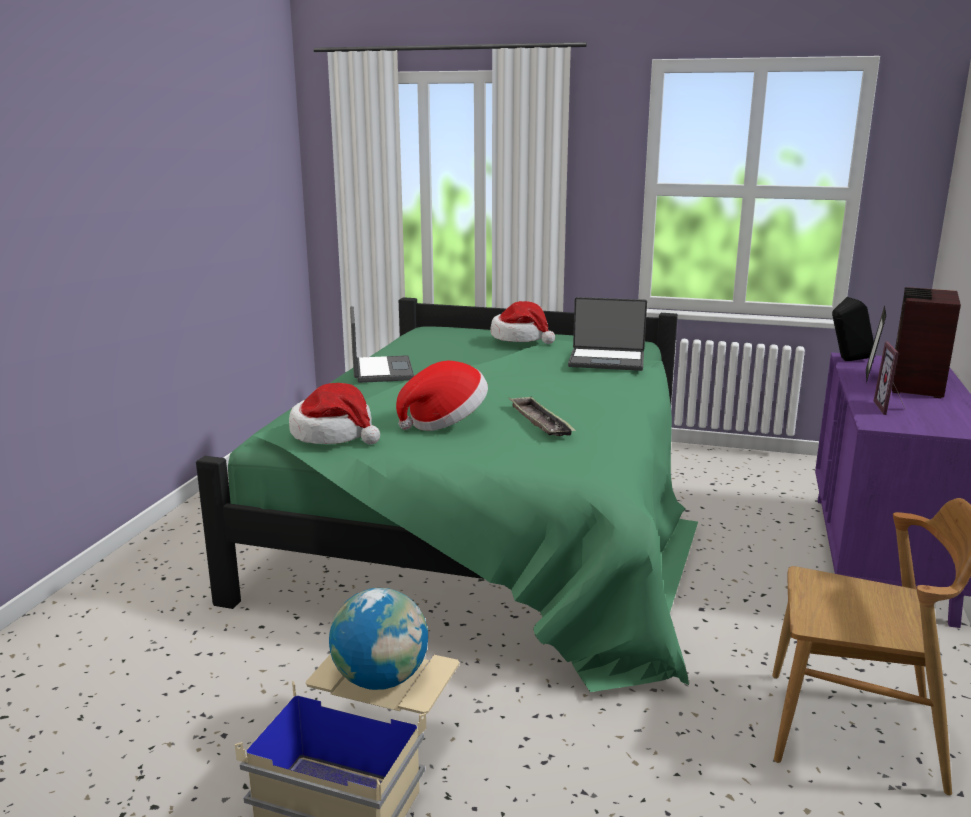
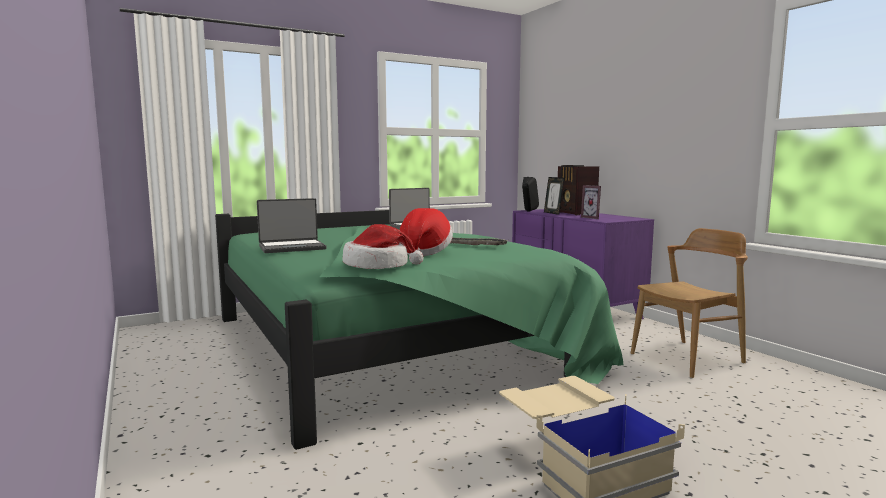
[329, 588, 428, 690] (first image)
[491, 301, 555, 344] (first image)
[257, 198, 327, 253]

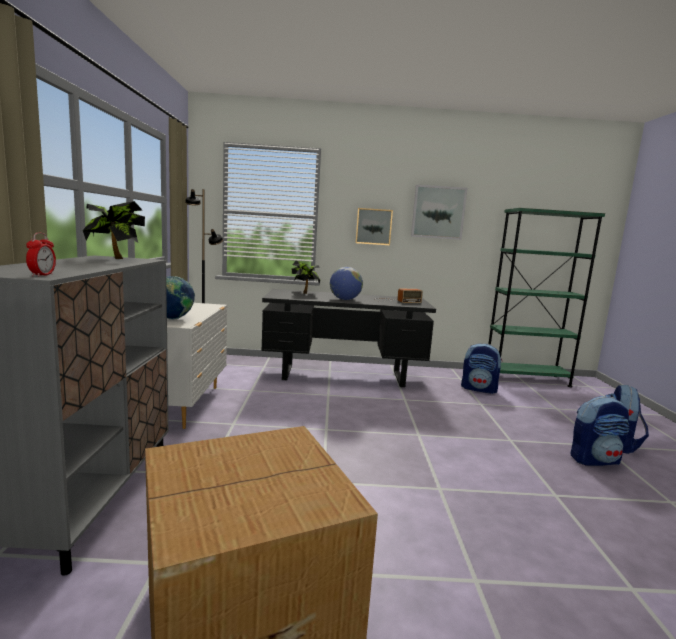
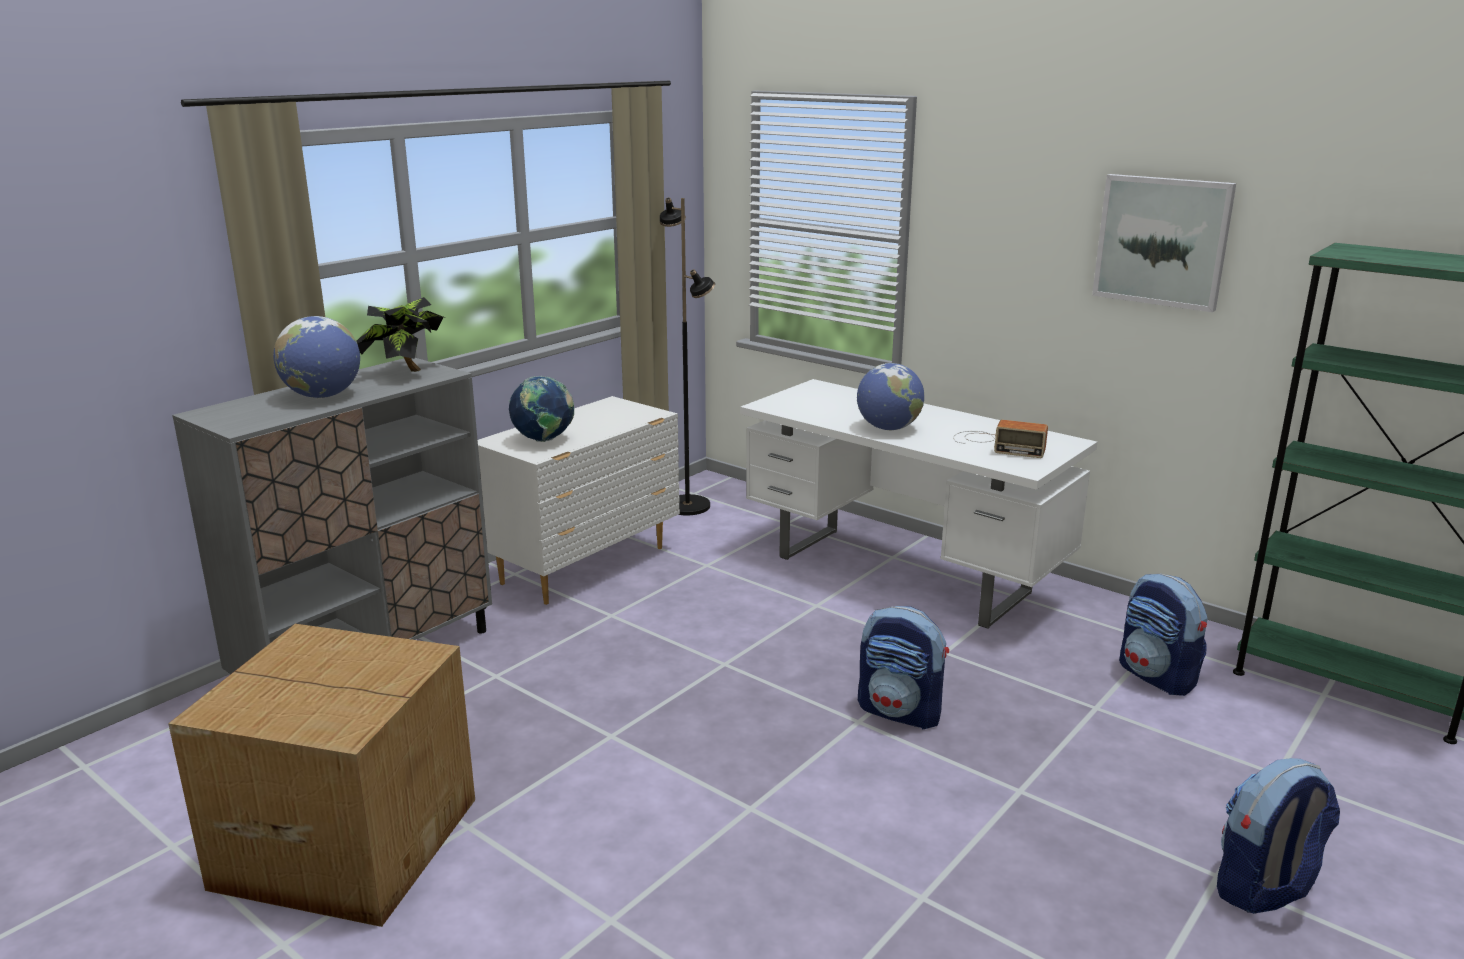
[26, 233, 56, 277] (first image)
[292, 261, 320, 294] (first image)
[355, 208, 393, 245] (first image)
[273, 316, 360, 398]
[858, 606, 949, 729]
[740, 379, 1097, 629]

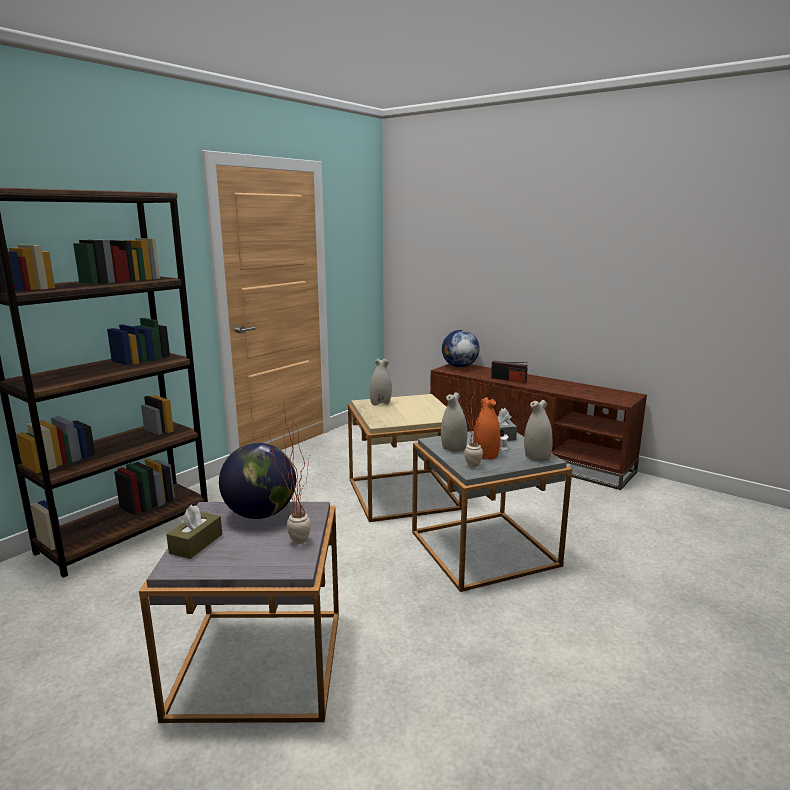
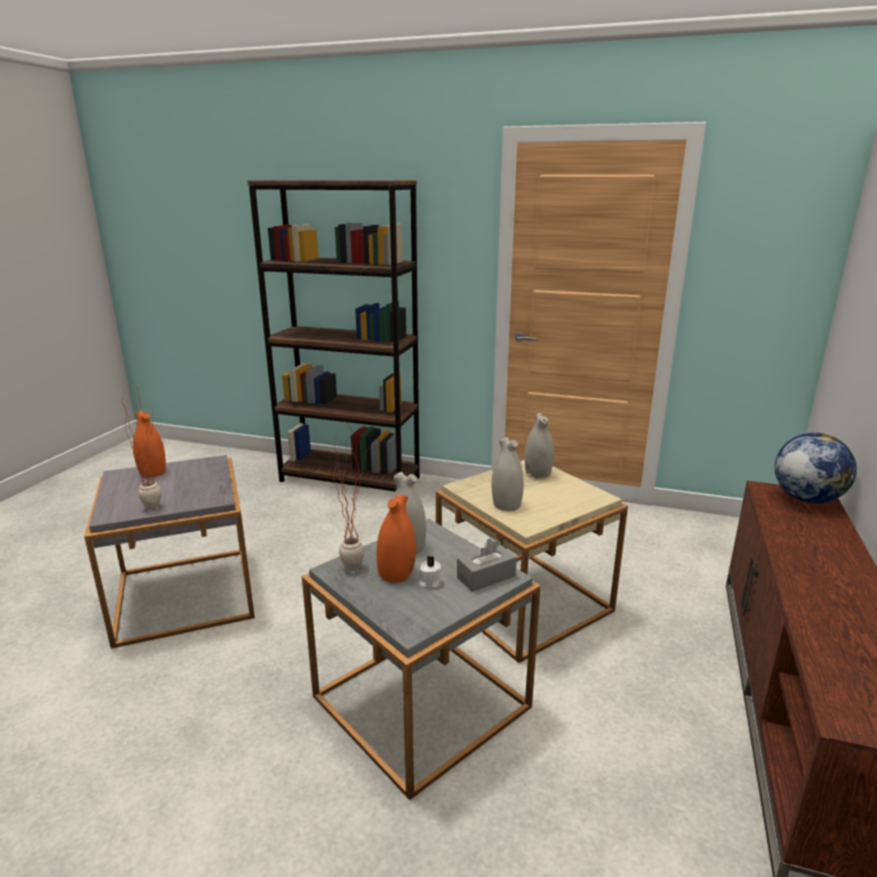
[219, 443, 296, 519] (first image)
[491, 360, 528, 383] (first image)
[491, 437, 524, 511]
[133, 410, 166, 477]

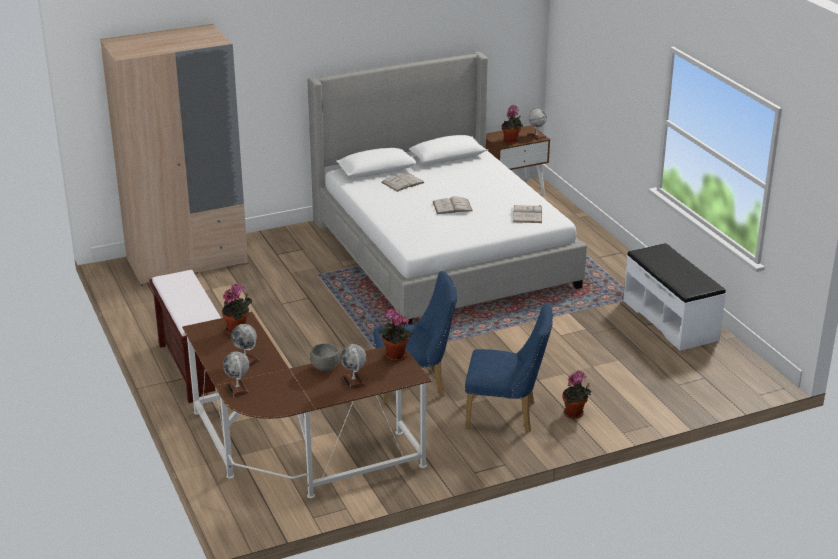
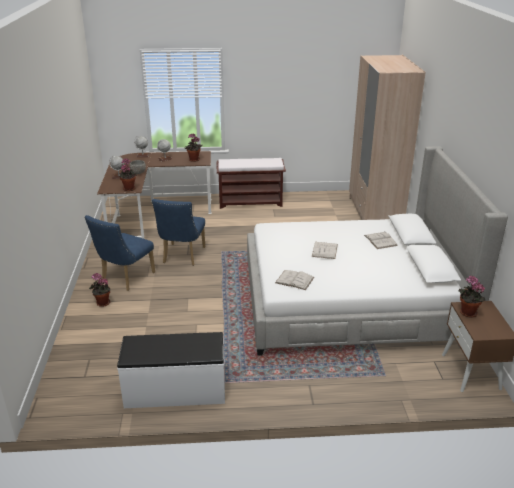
[527, 107, 547, 141] (first image)

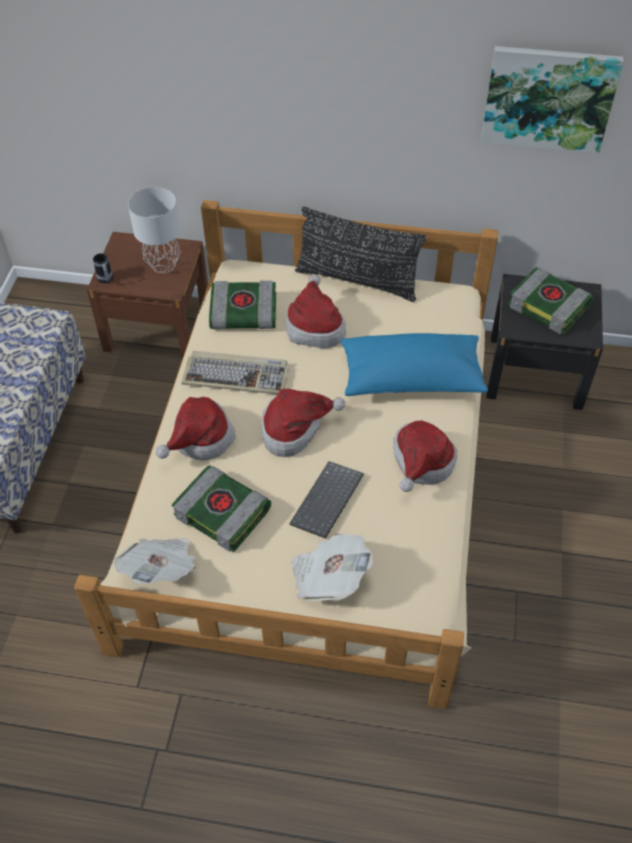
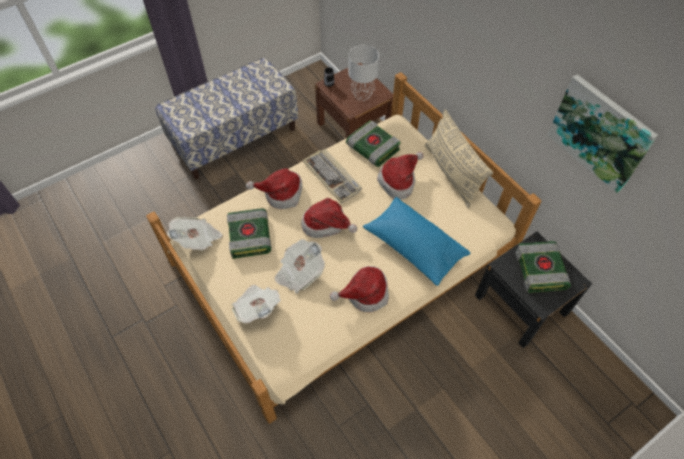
[274, 239, 325, 294]
[425, 110, 493, 208]

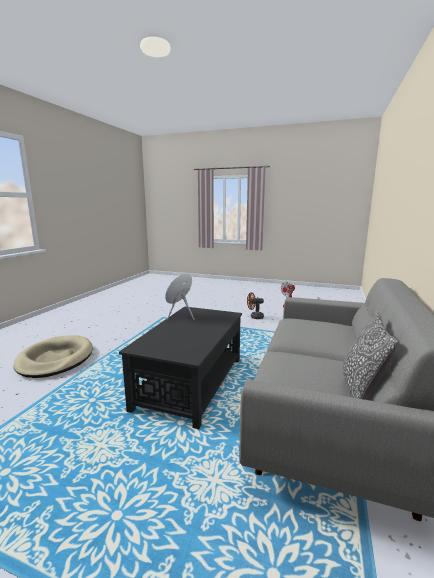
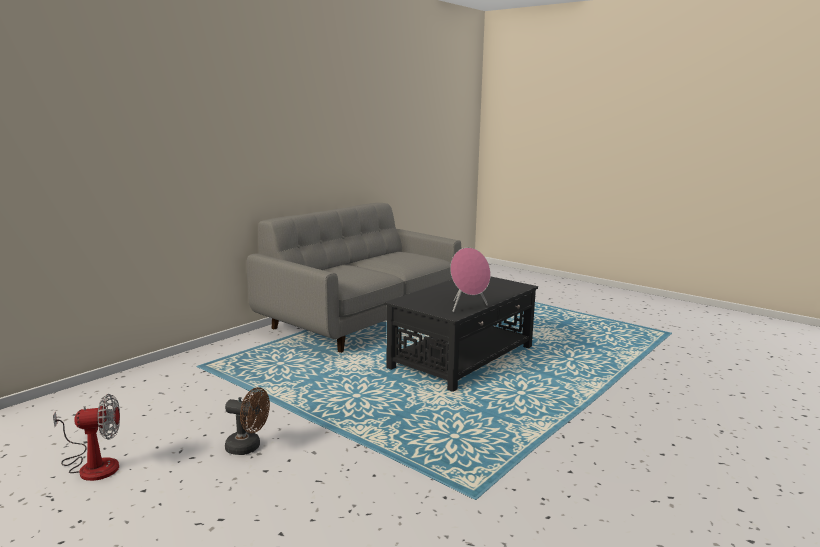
[14, 335, 93, 378] (first image)
[343, 311, 398, 400] (first image)

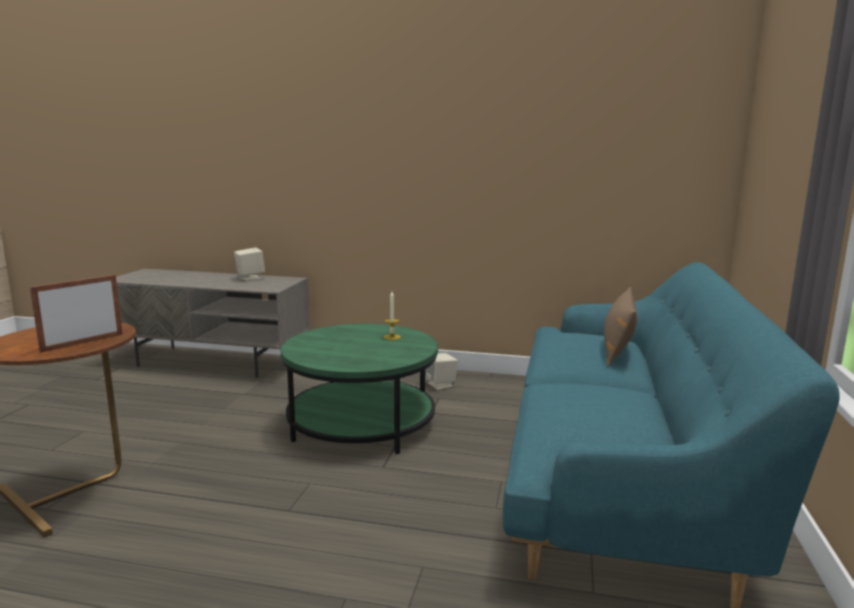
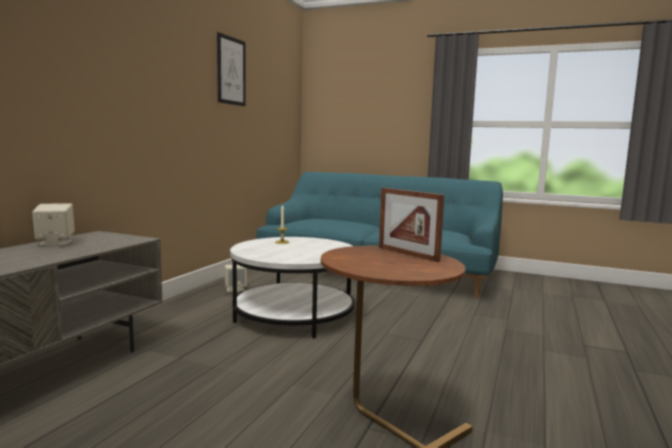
[604, 287, 638, 367] (first image)
[217, 32, 246, 106]
[230, 237, 355, 338]

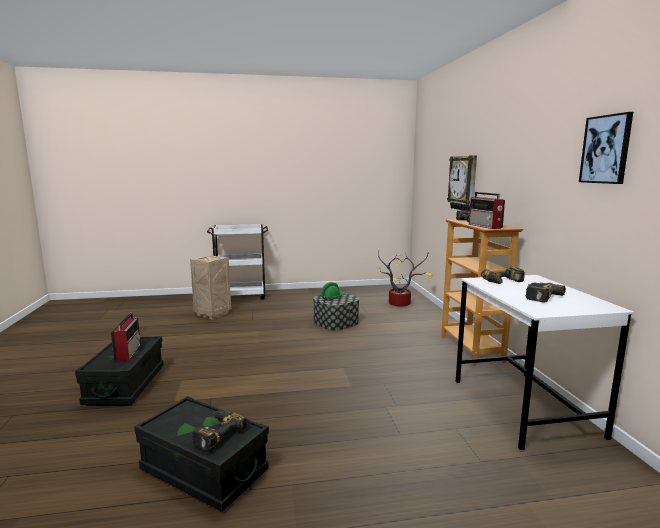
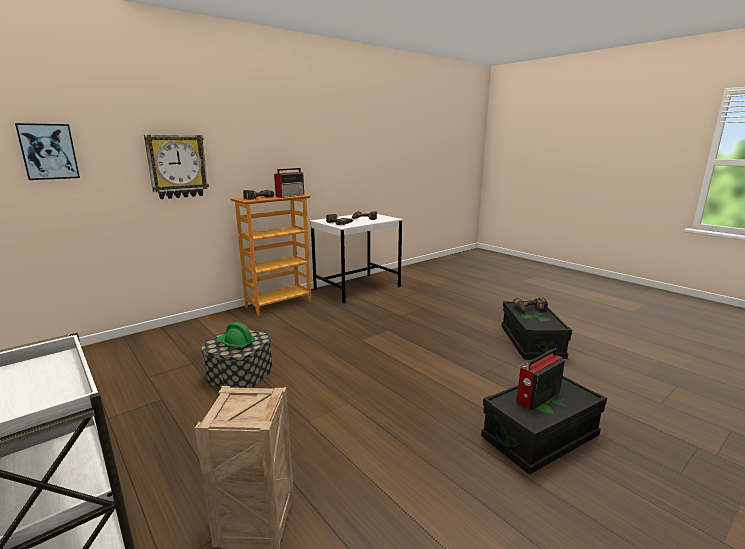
[376, 252, 433, 306] (first image)
[15, 123, 80, 180]

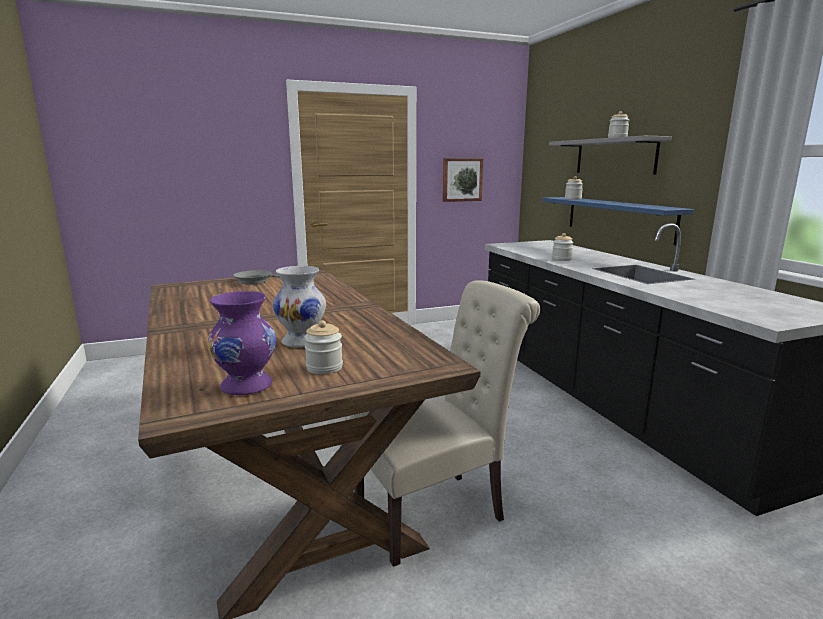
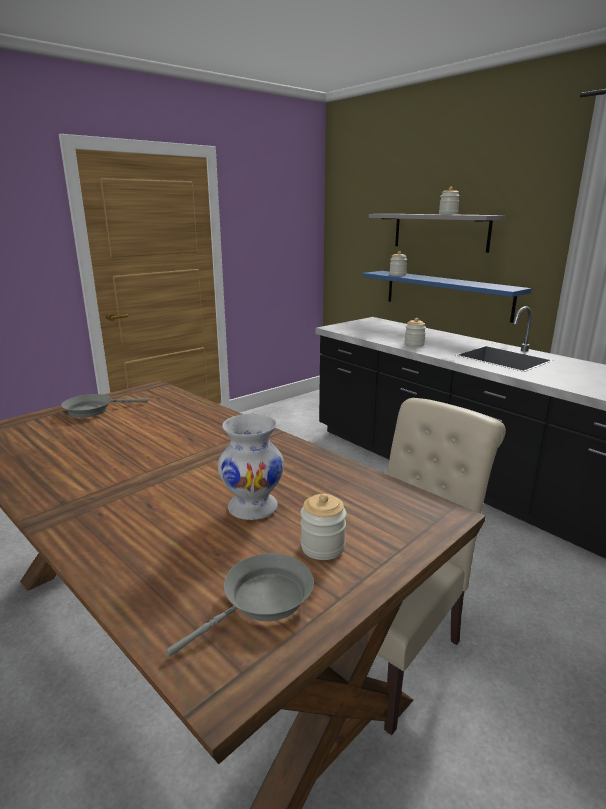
[443, 158, 483, 202] (first image)
[166, 553, 314, 657]

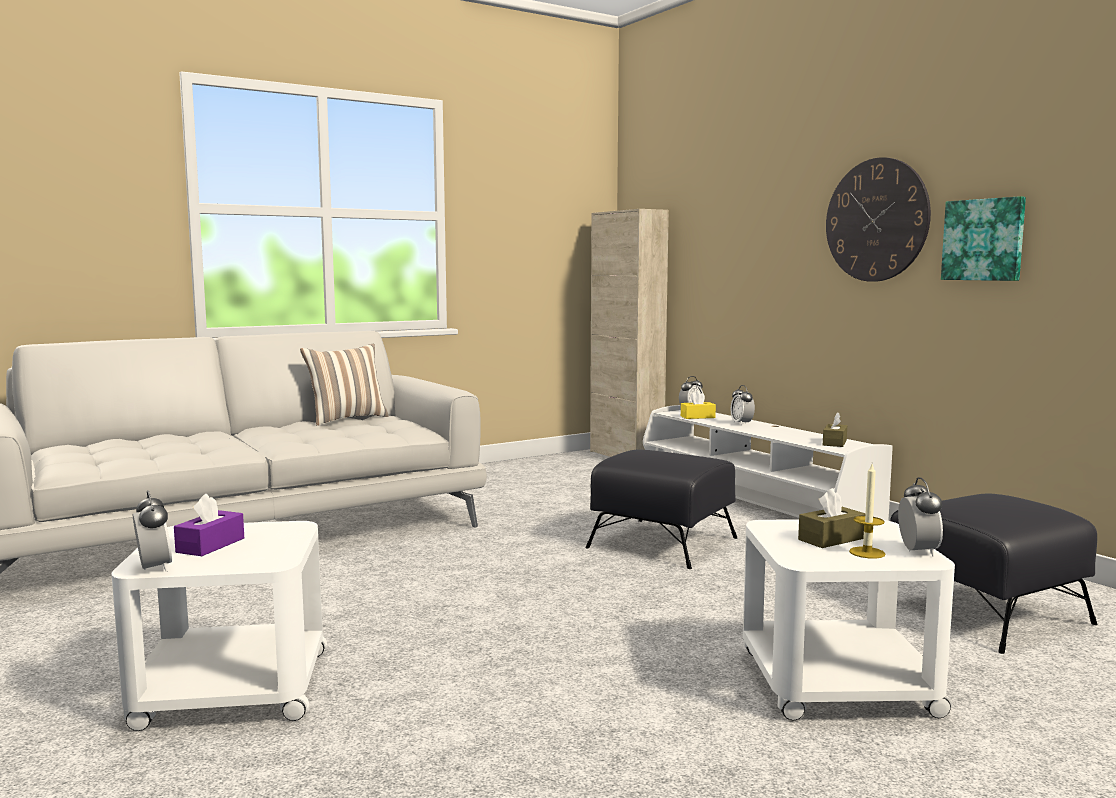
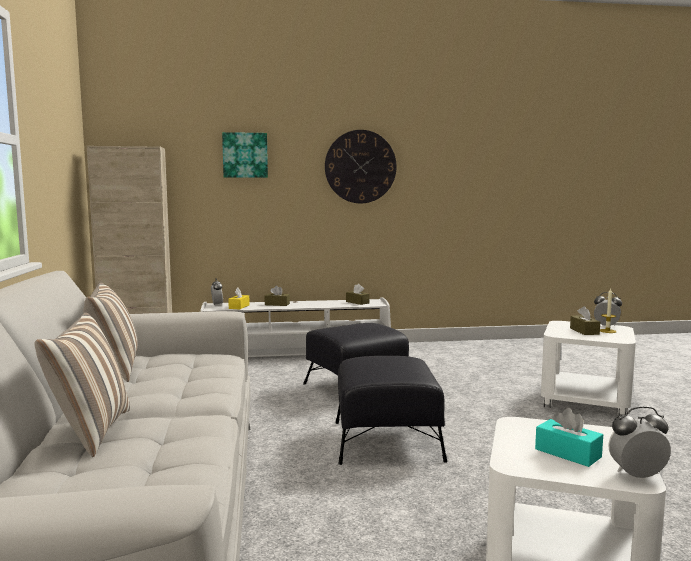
[34, 313, 130, 457]
[335, 356, 447, 465]
[222, 132, 268, 178]
[265, 285, 290, 306]
[535, 408, 603, 467]

